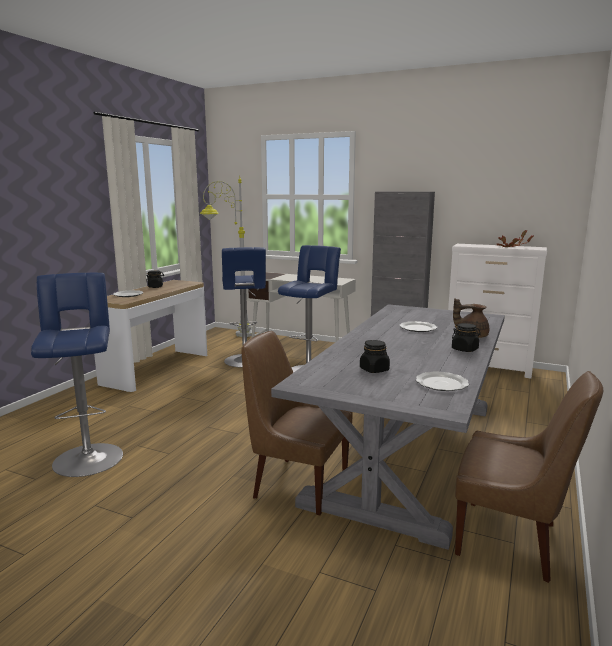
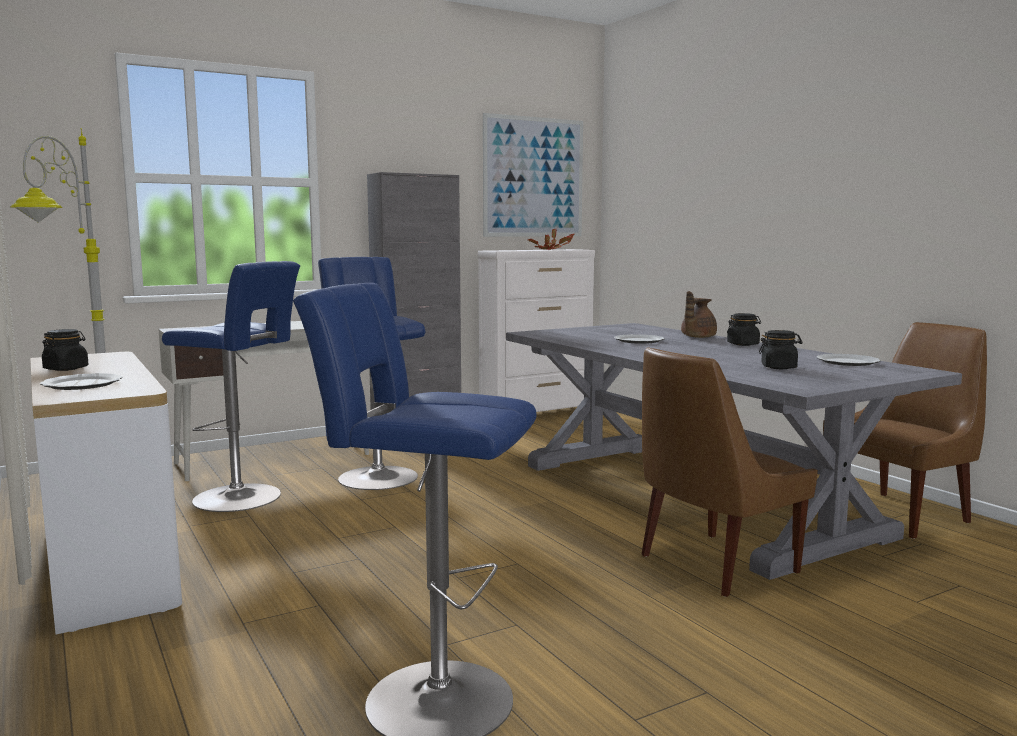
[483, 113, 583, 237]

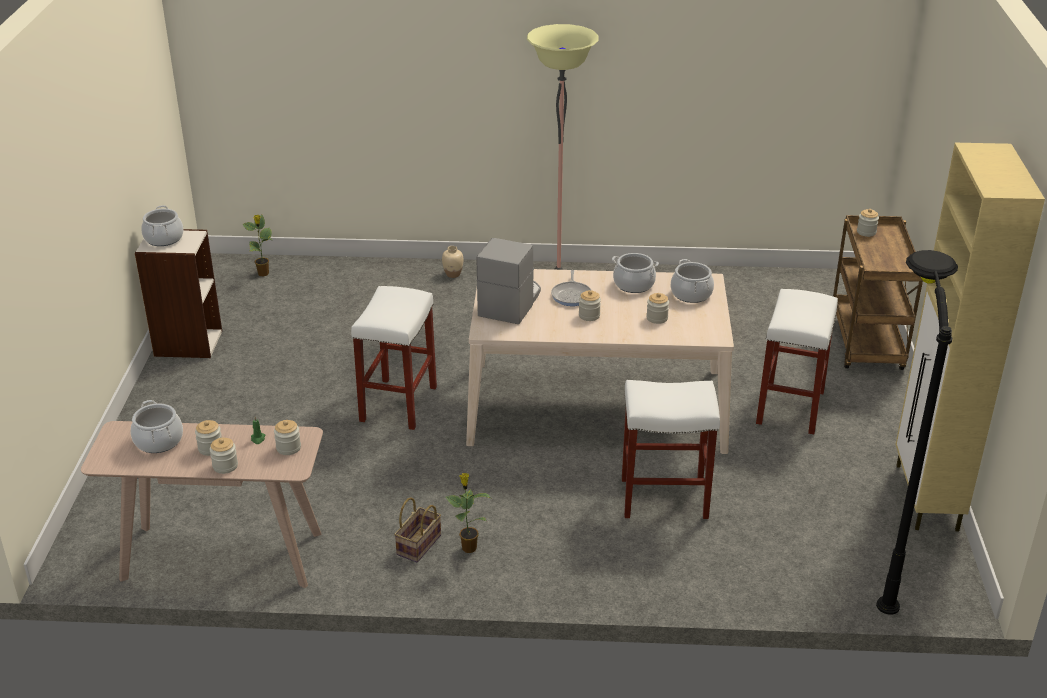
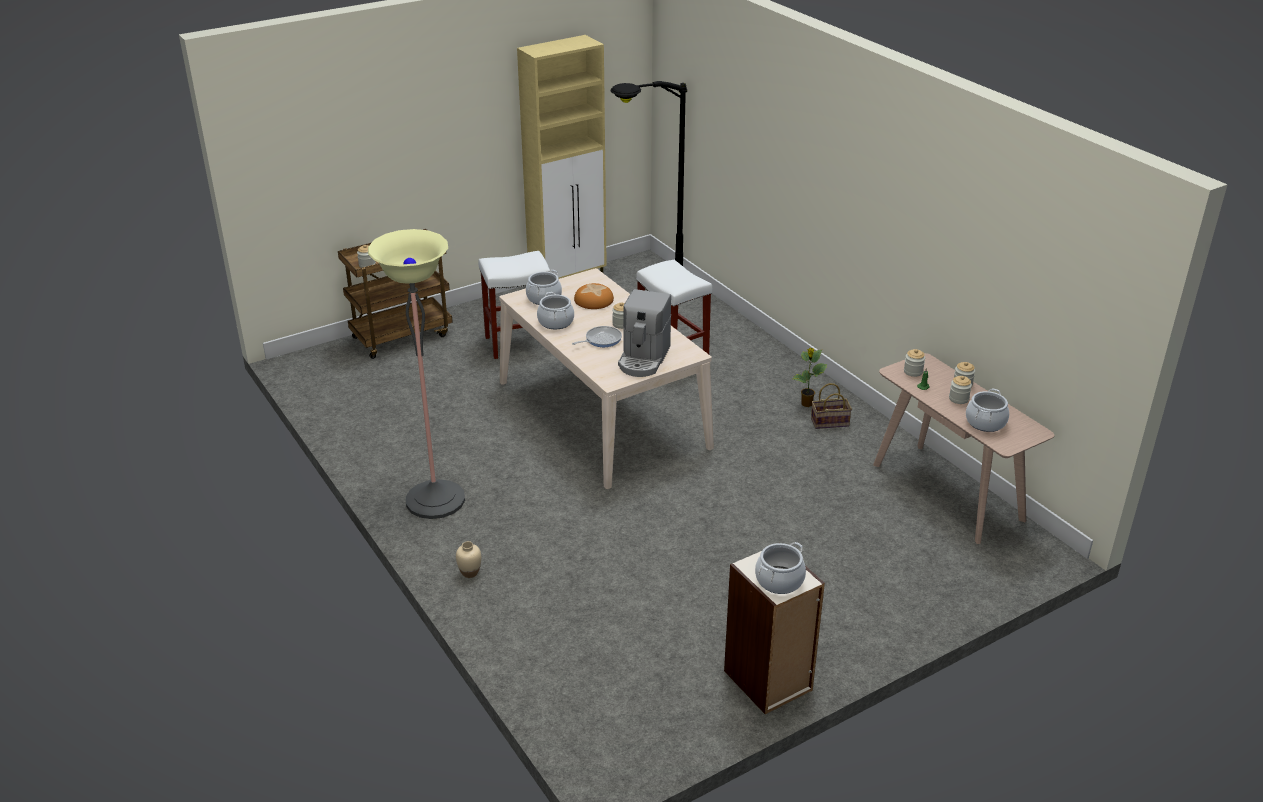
[243, 215, 272, 276] (first image)
[351, 286, 437, 430] (first image)
[574, 283, 614, 309]
[618, 289, 671, 377]

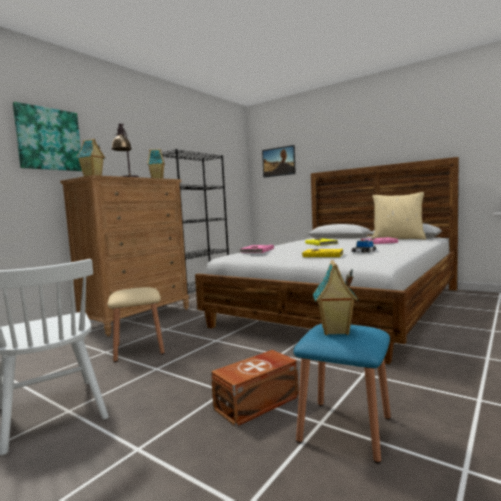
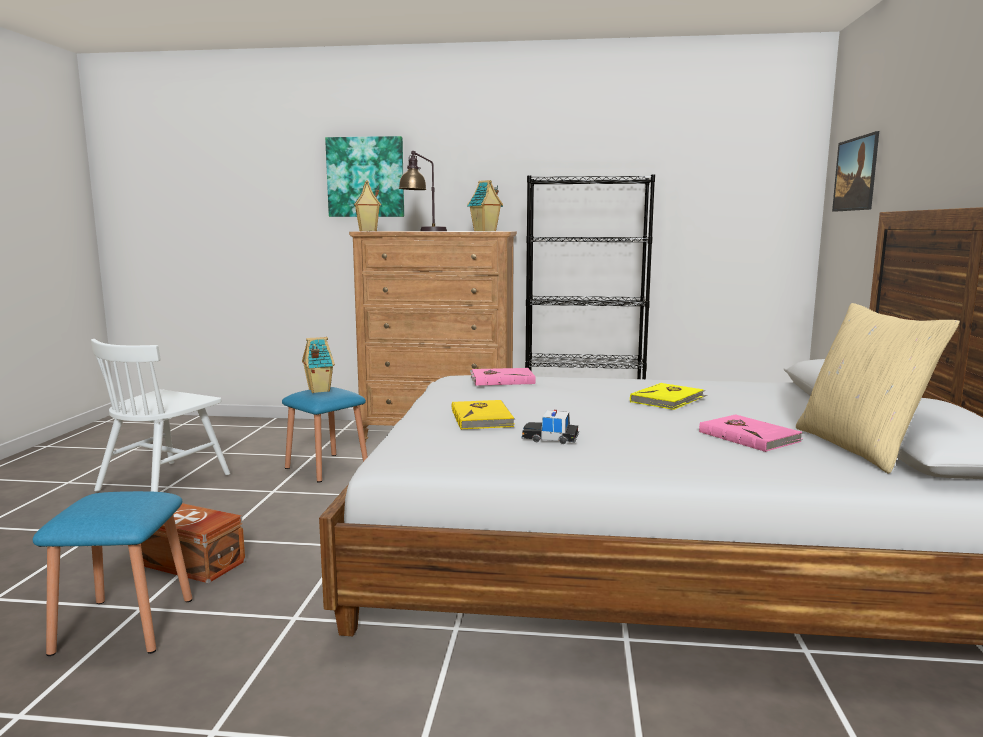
[302, 337, 335, 393]
[282, 387, 368, 483]

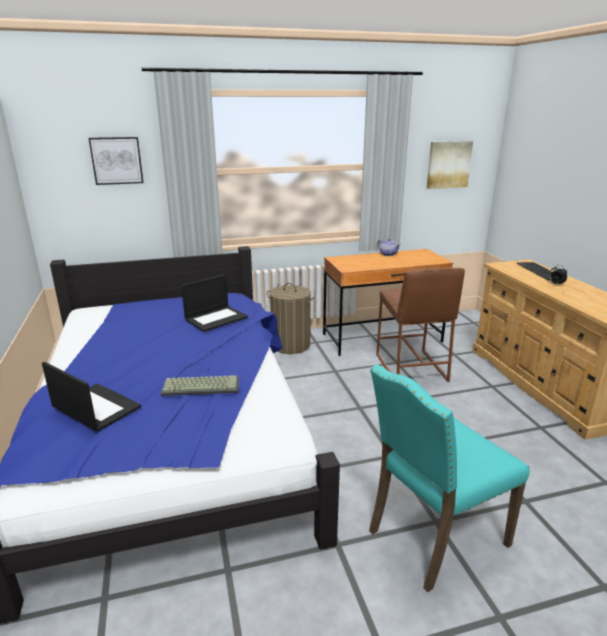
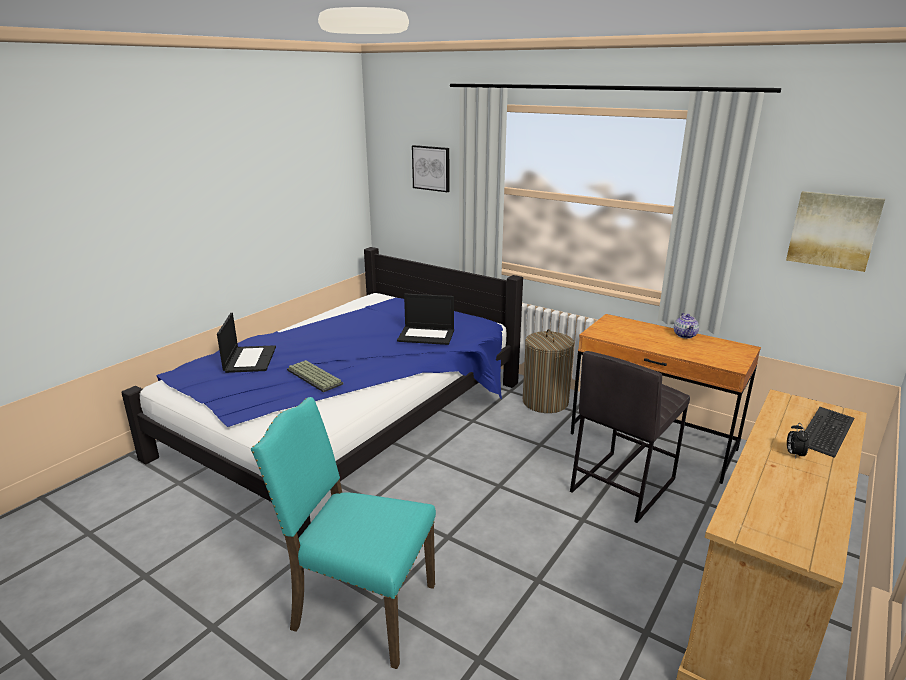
[570, 351, 690, 523]

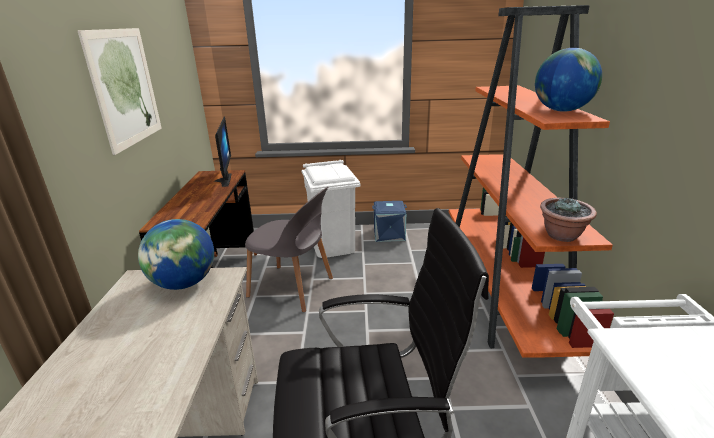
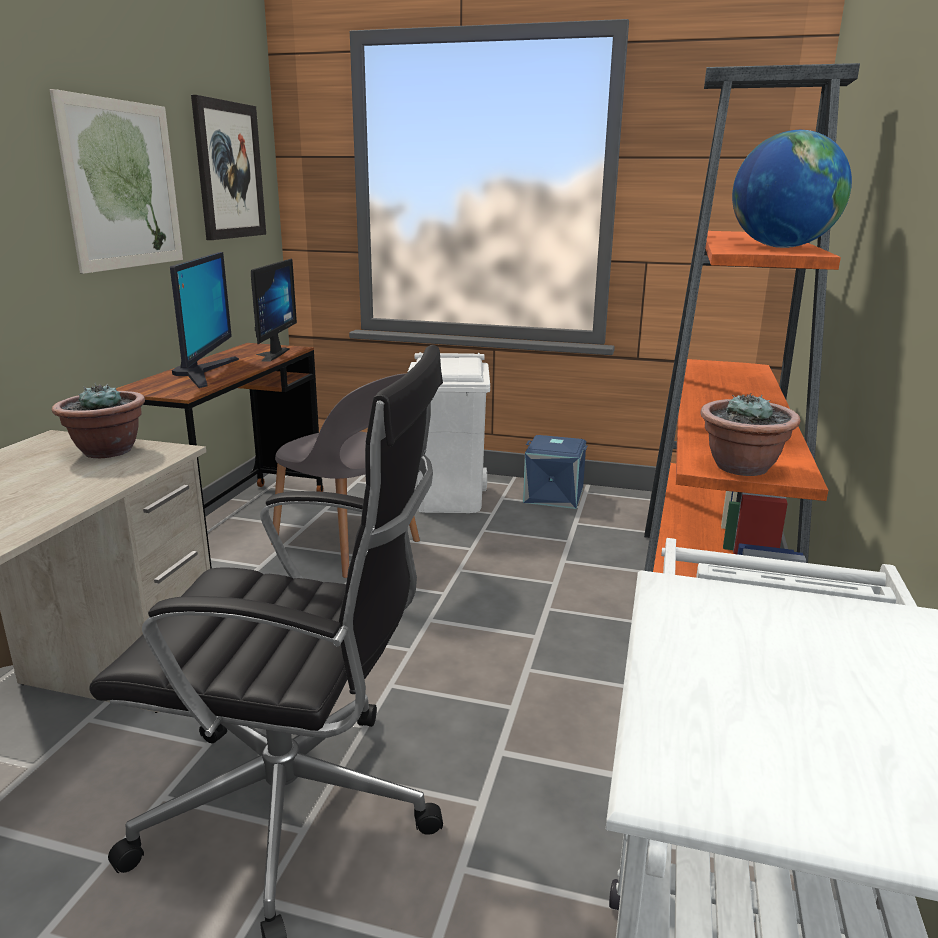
[170, 252, 239, 388]
[191, 95, 266, 240]
[52, 382, 145, 458]

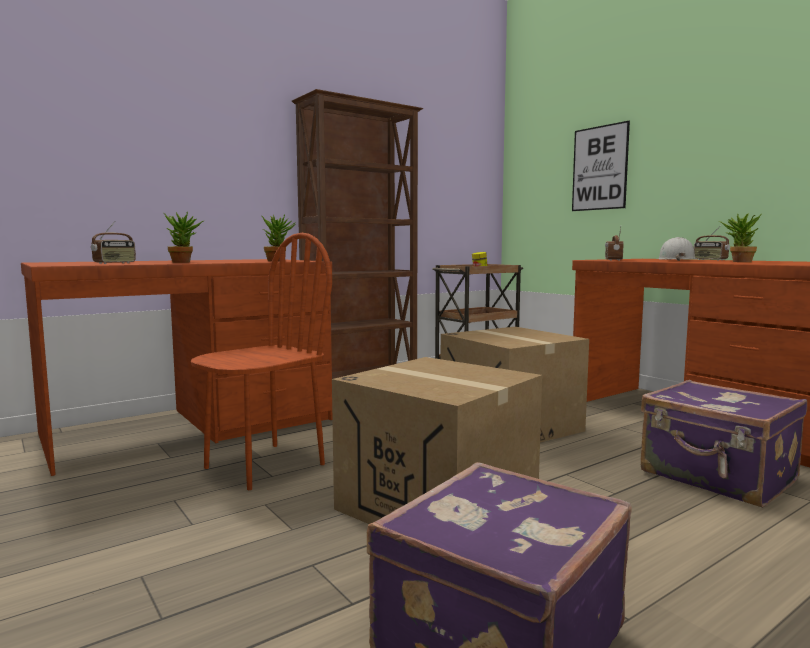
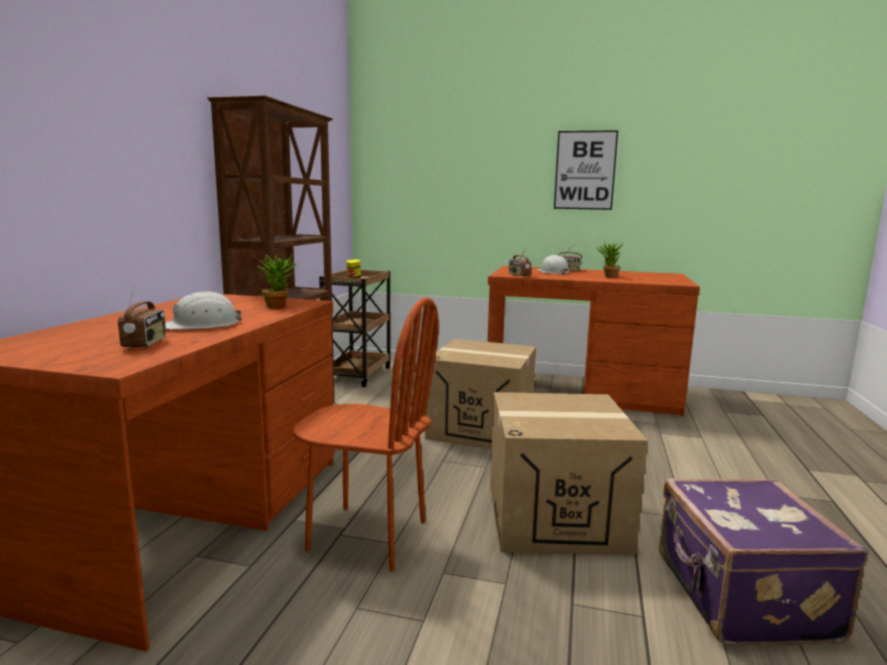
[641, 380, 807, 508] (first image)
[554, 130, 618, 210]
[165, 291, 241, 330]
[293, 297, 439, 572]

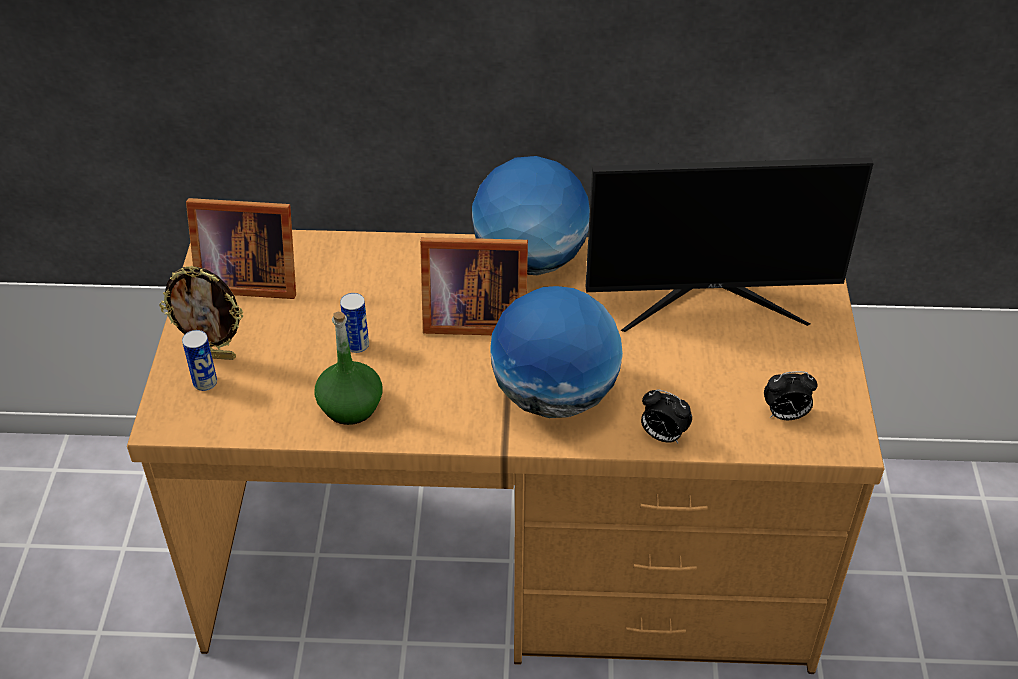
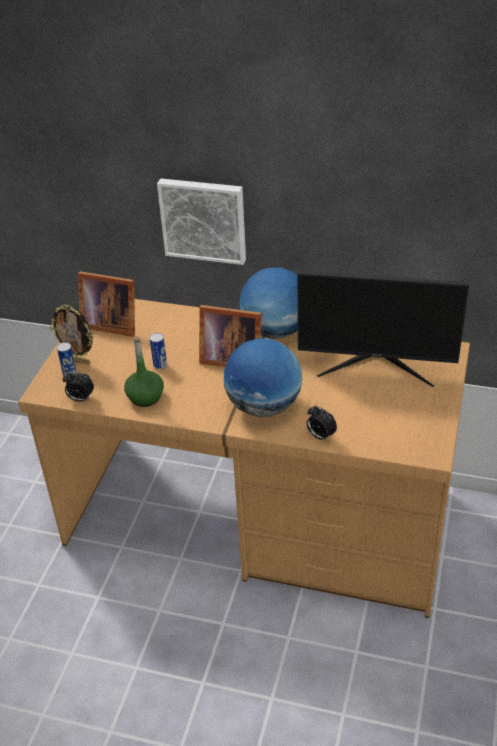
[157, 178, 246, 265]
[62, 371, 94, 401]

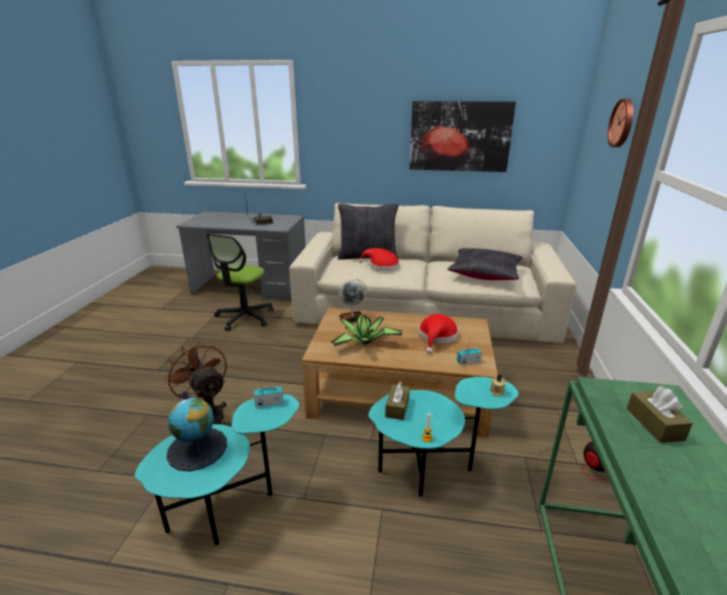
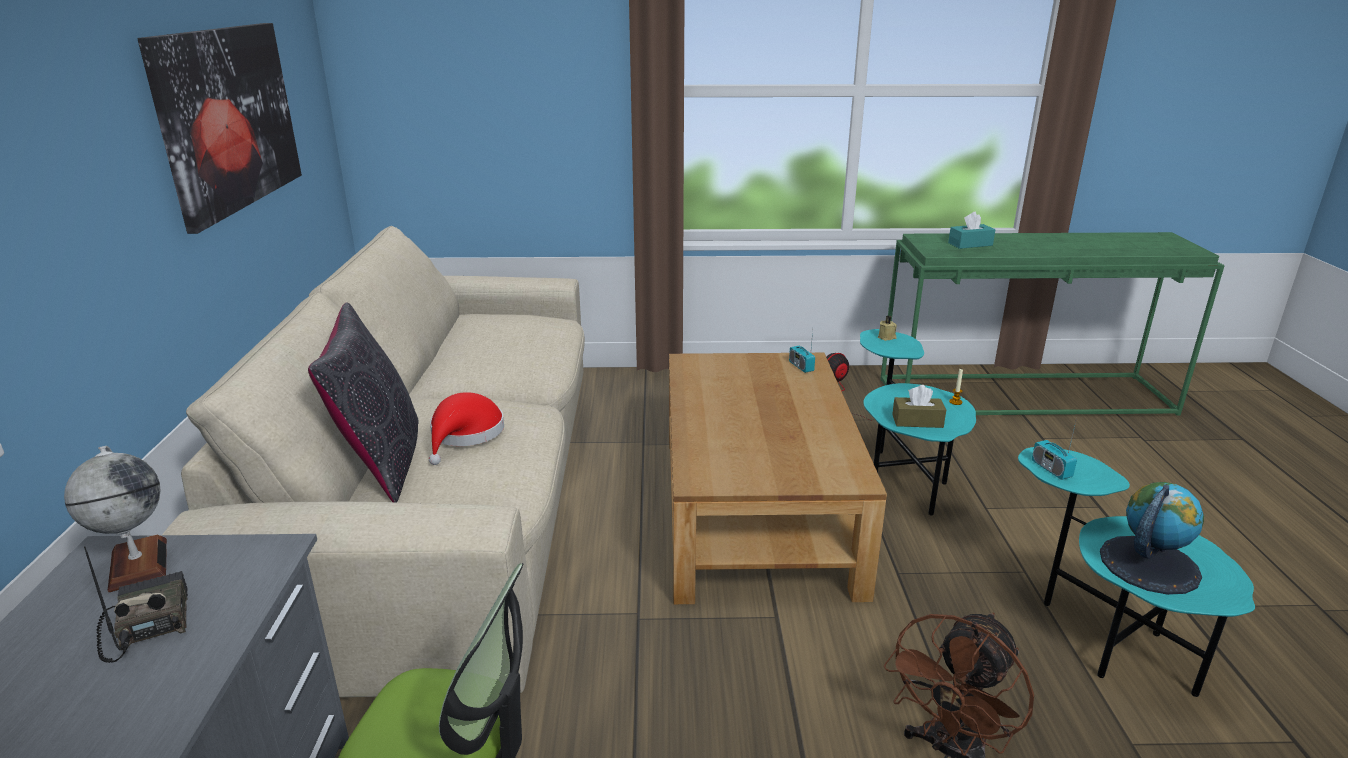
[332, 315, 402, 346] (first image)
[419, 314, 458, 353] (first image)
[447, 248, 523, 280] (first image)
[608, 99, 634, 147] (first image)
[64, 446, 167, 592]
[948, 212, 996, 249]

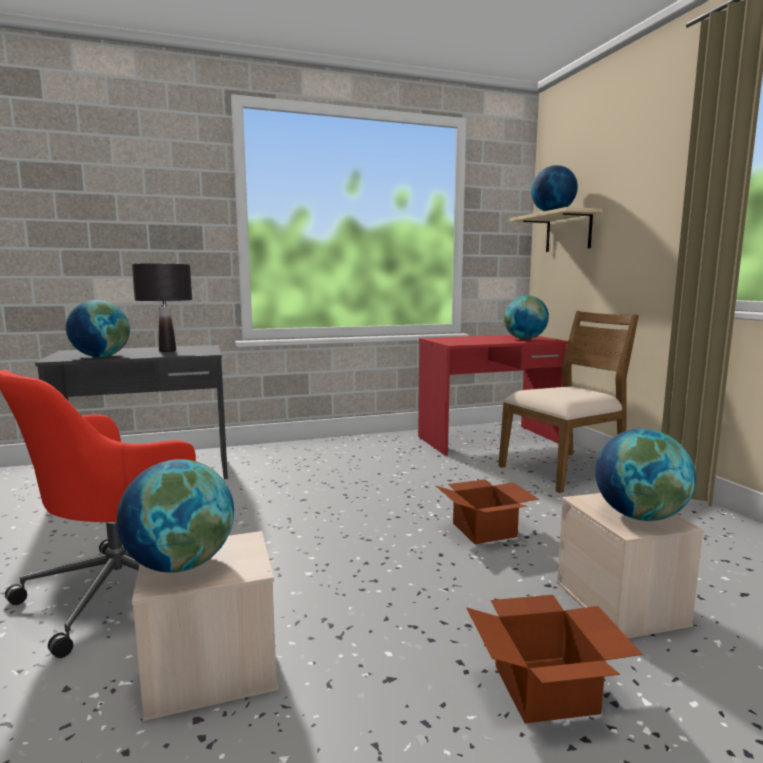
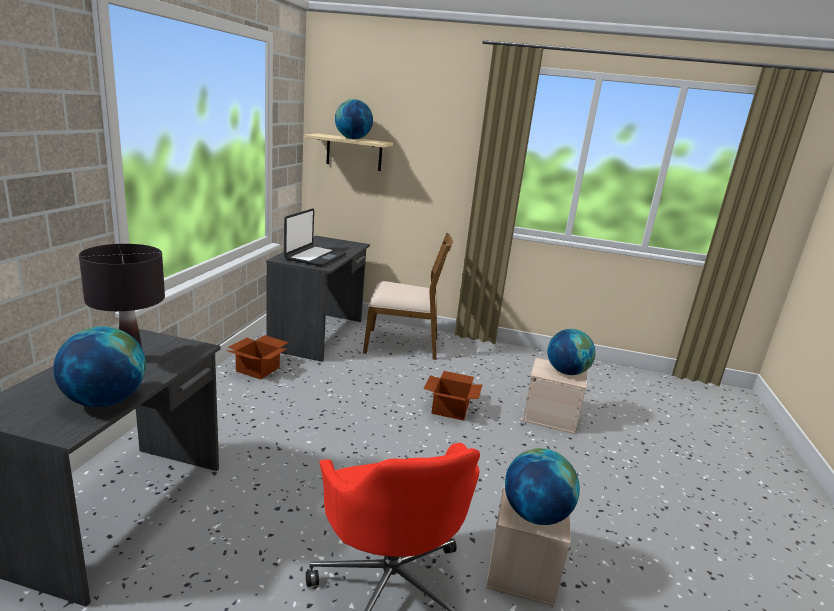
[504, 295, 549, 339] (first image)
[284, 209, 347, 267]
[228, 335, 289, 380]
[266, 236, 370, 362]
[363, 233, 453, 360]

